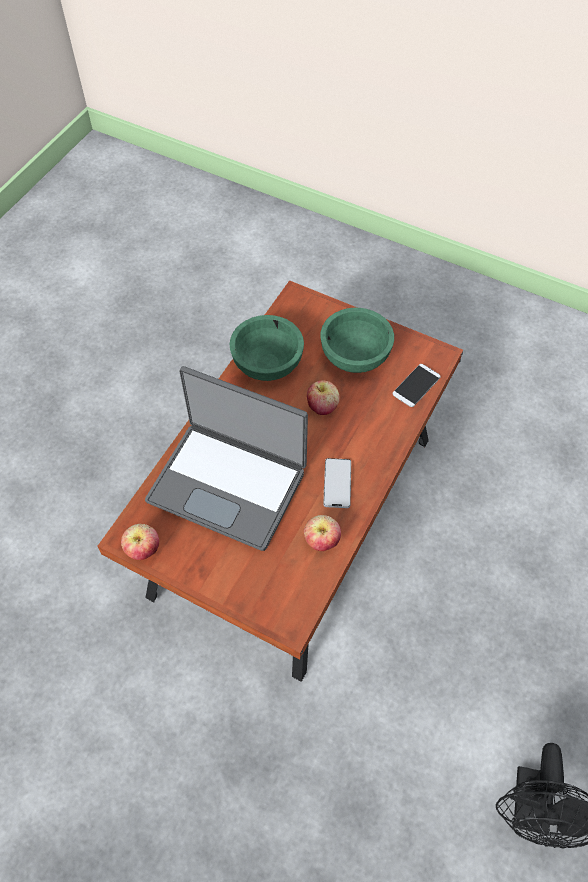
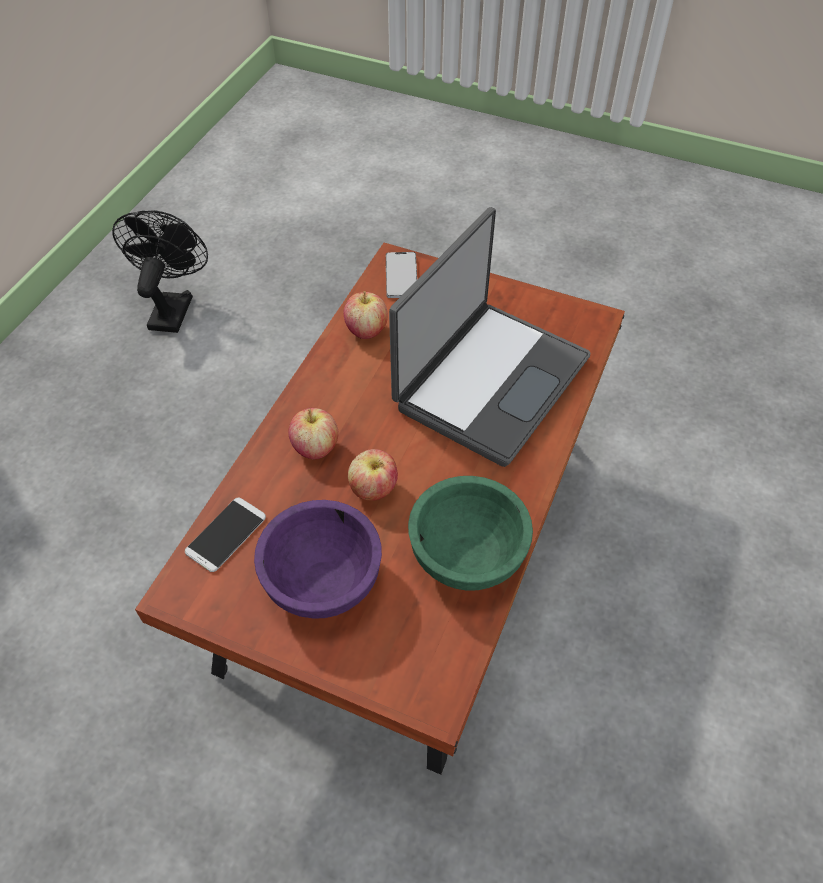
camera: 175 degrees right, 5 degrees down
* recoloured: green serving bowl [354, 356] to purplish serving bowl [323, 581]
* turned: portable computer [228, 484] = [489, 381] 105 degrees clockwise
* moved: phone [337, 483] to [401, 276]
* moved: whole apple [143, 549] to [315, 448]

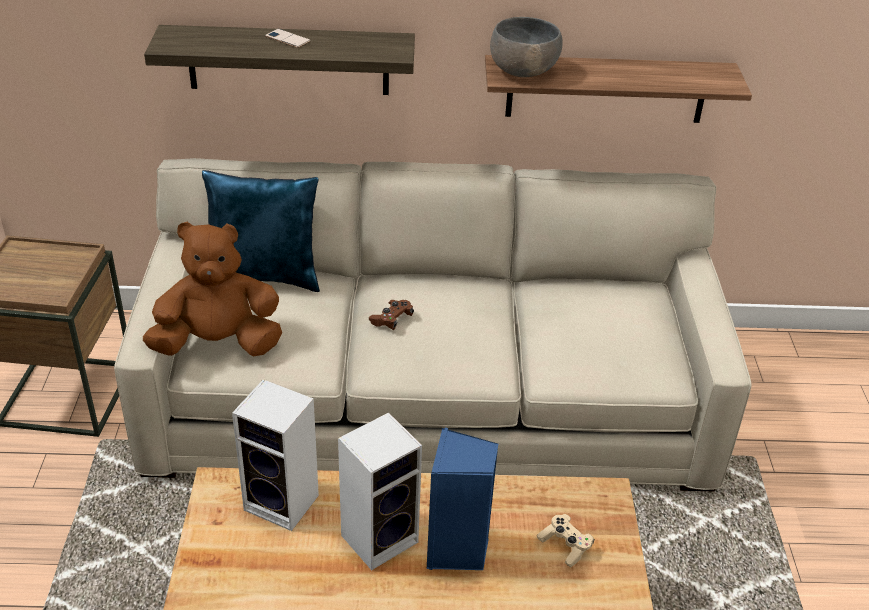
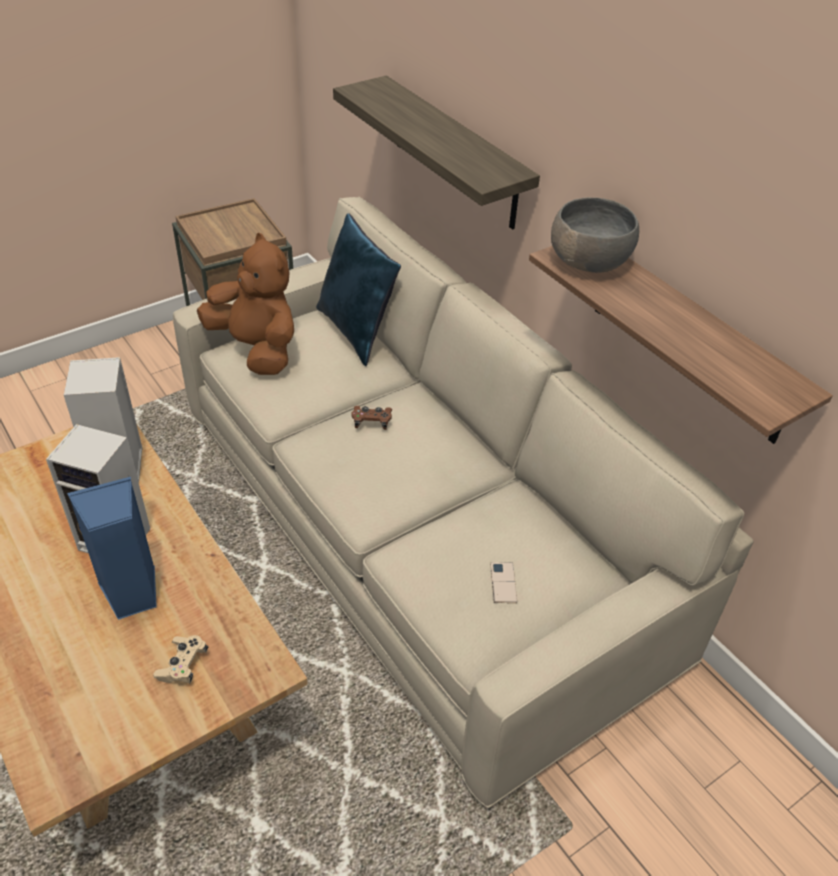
camera: 55 degrees right, 5 degrees up
* moved: phone [287, 39] to [503, 583]

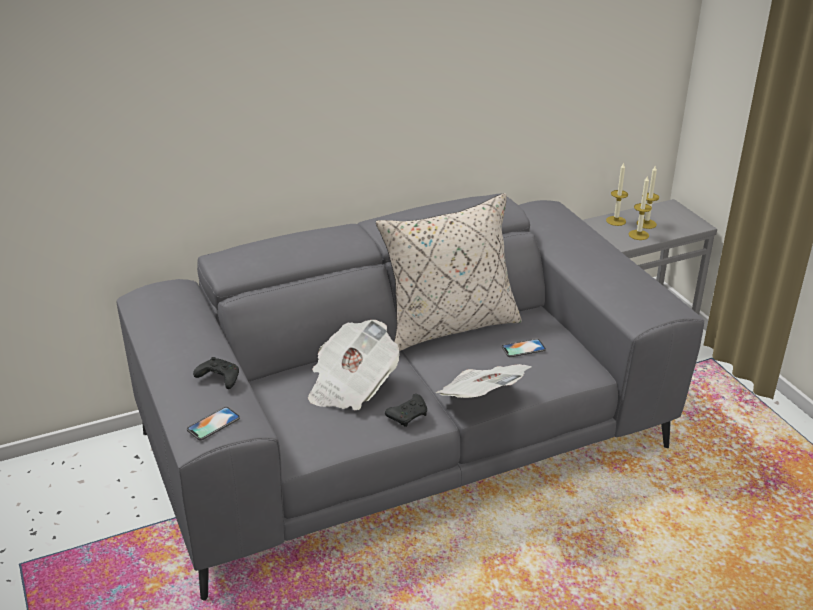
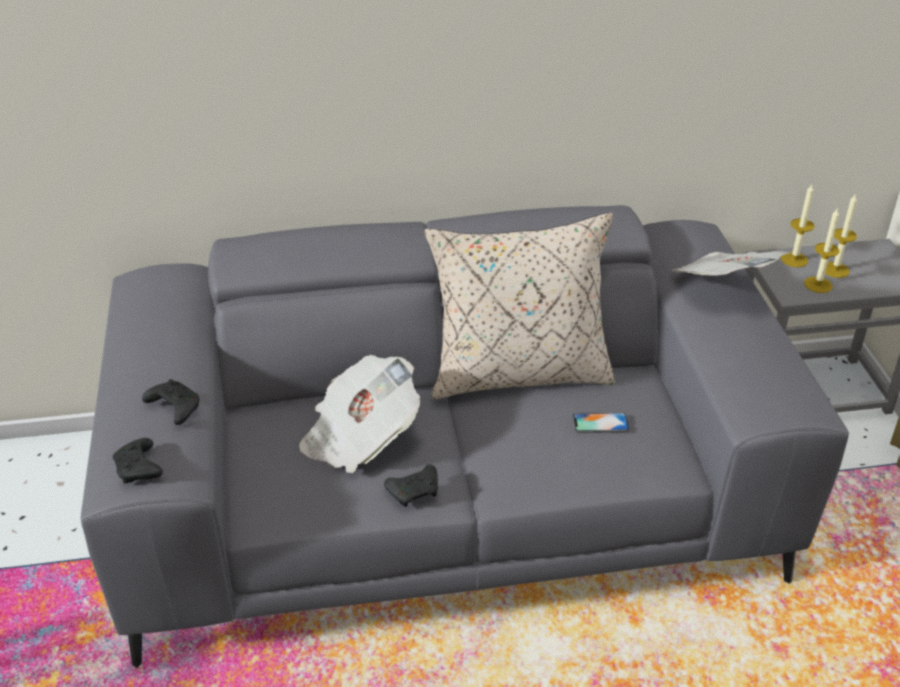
camera: 15 degrees right, 5 degrees up
* moved: printed paper [481, 399] to [725, 286]
* replaced: phone [213, 424] to black-coloured game controller [139, 469]

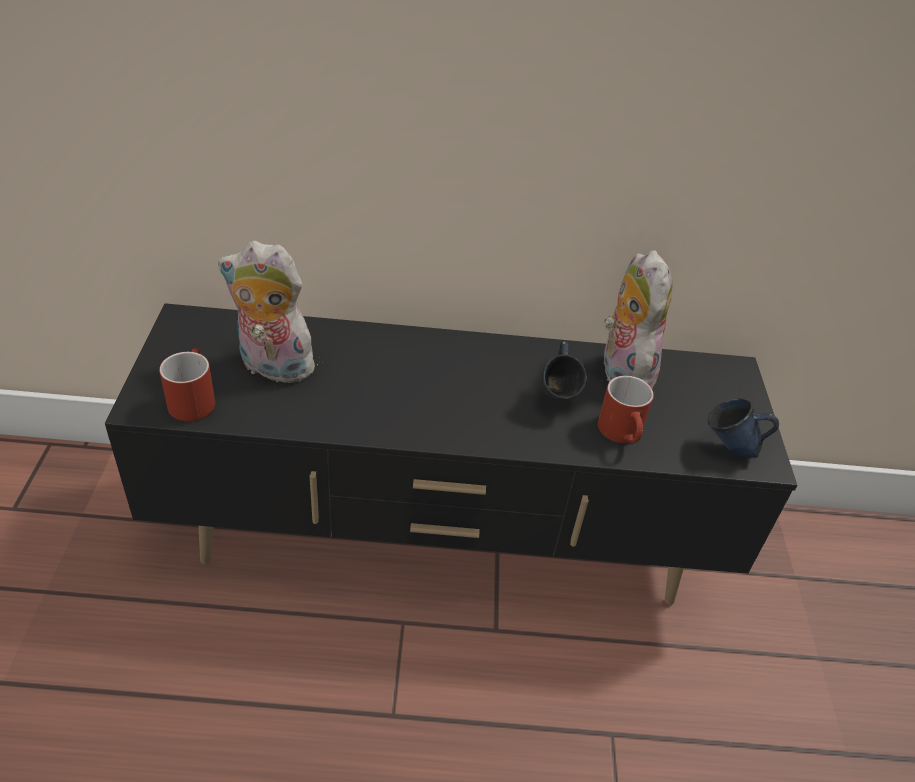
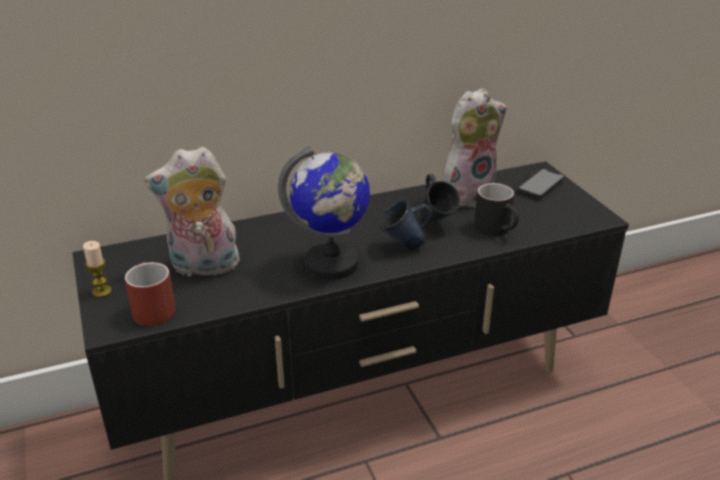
camera: 20 degrees left, 10 degrees down
* turned: soft toy [621, 372] = [466, 194] 90 degrees clockwise
* recoloured: red-coloured mug [624, 434] to black-coloured mug [497, 229]
* moved: blue mug [730, 451] to [404, 247]
* added: world globe [332, 264]
* added: phone [536, 185]
* added: wax light [102, 291]

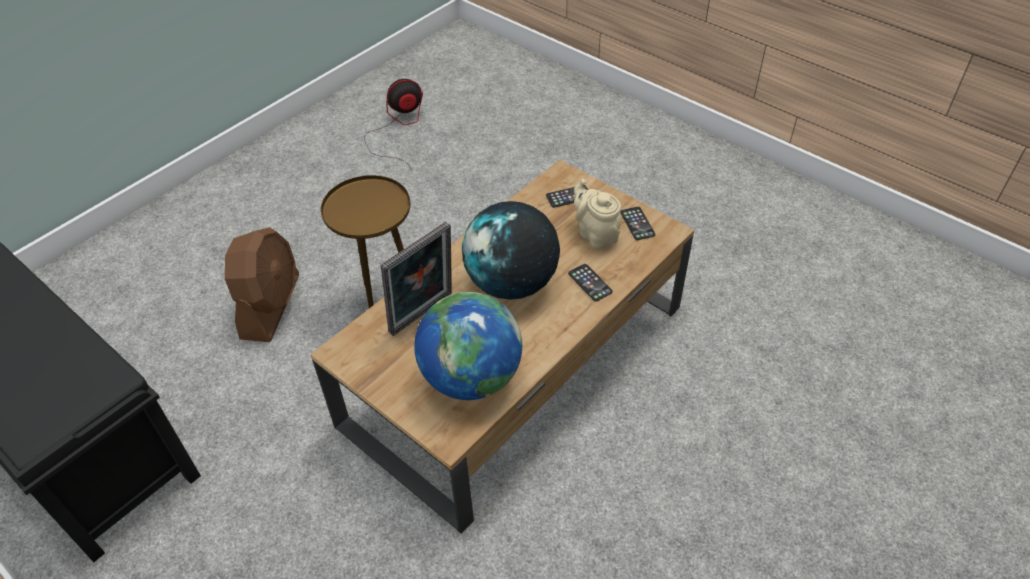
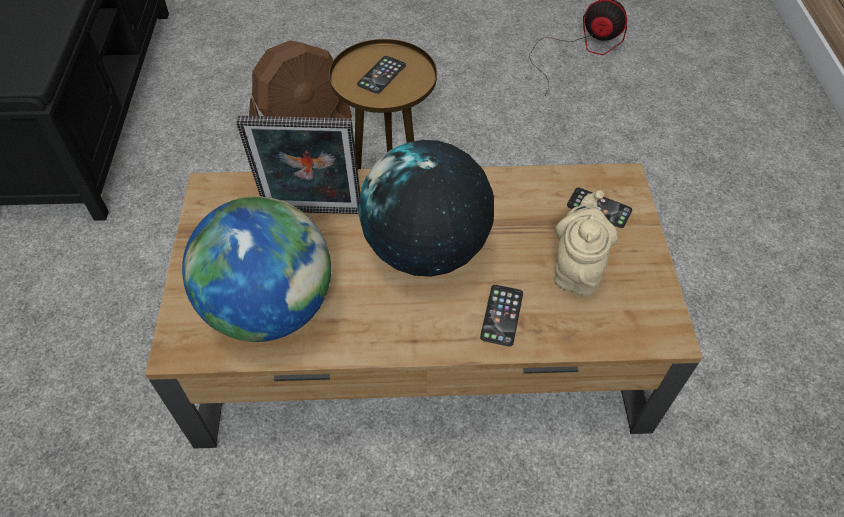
camera: 45 degrees right, 5 degrees up
* moved: phone [637, 223] to [381, 75]

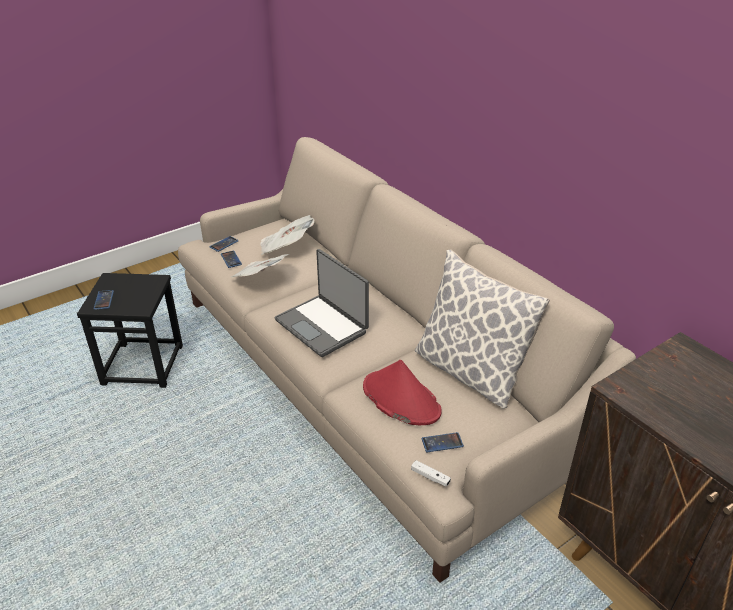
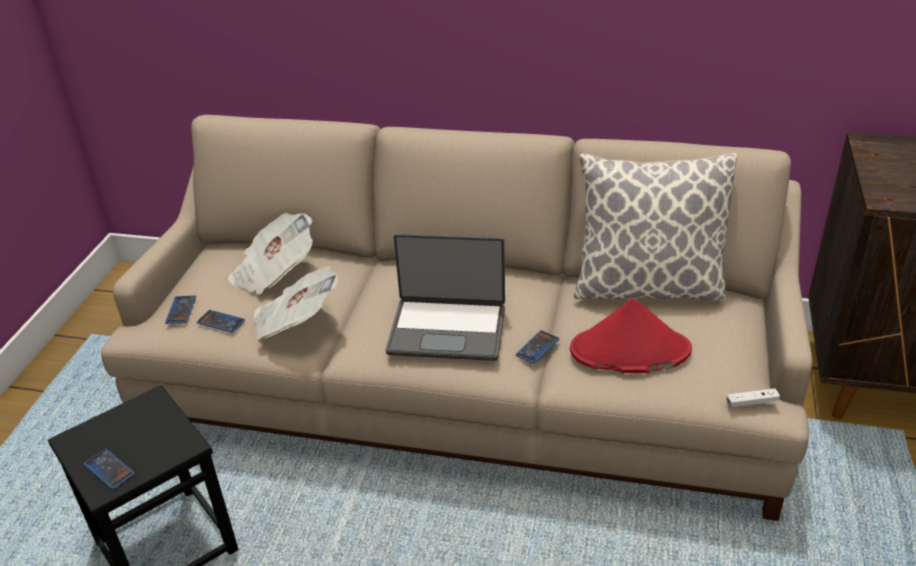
camera: 40 degrees left, 0 degrees up
* moved: phone [442, 443] to [537, 347]

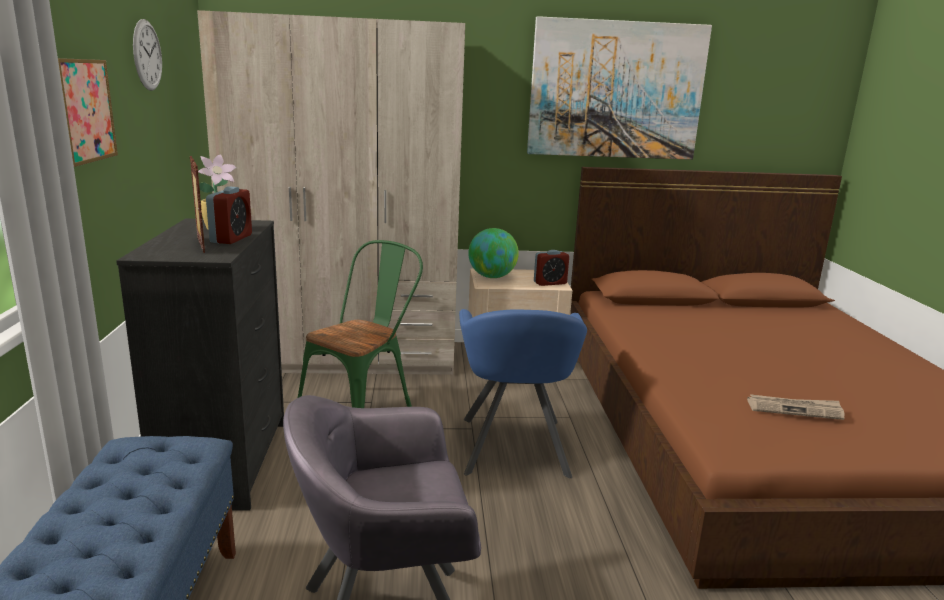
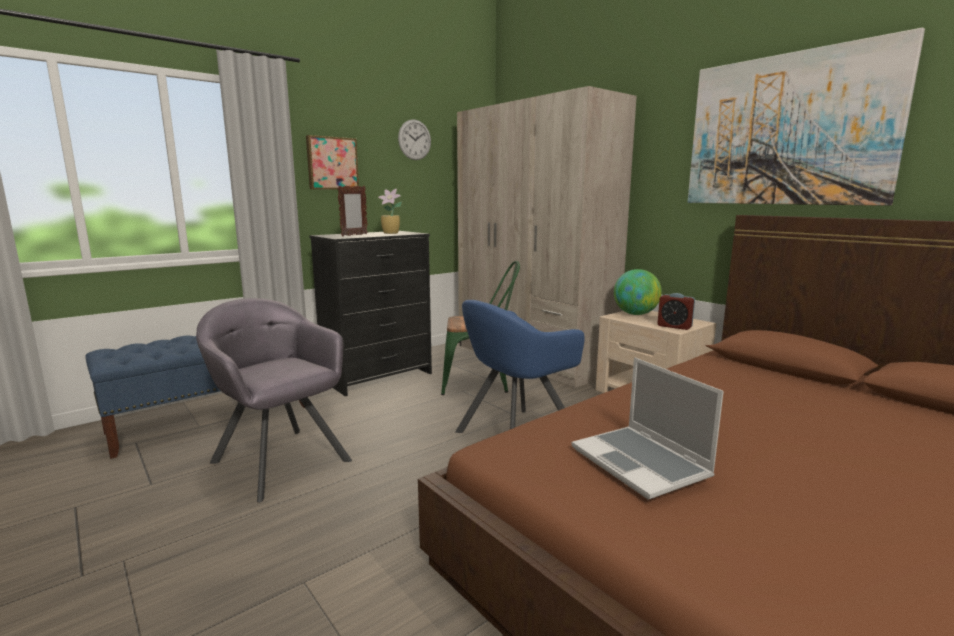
camera: 55 degrees right, 5 degrees down
* removed: table clock [231, 239]
* replaced: printed paper [795, 409] to portable computer [641, 463]

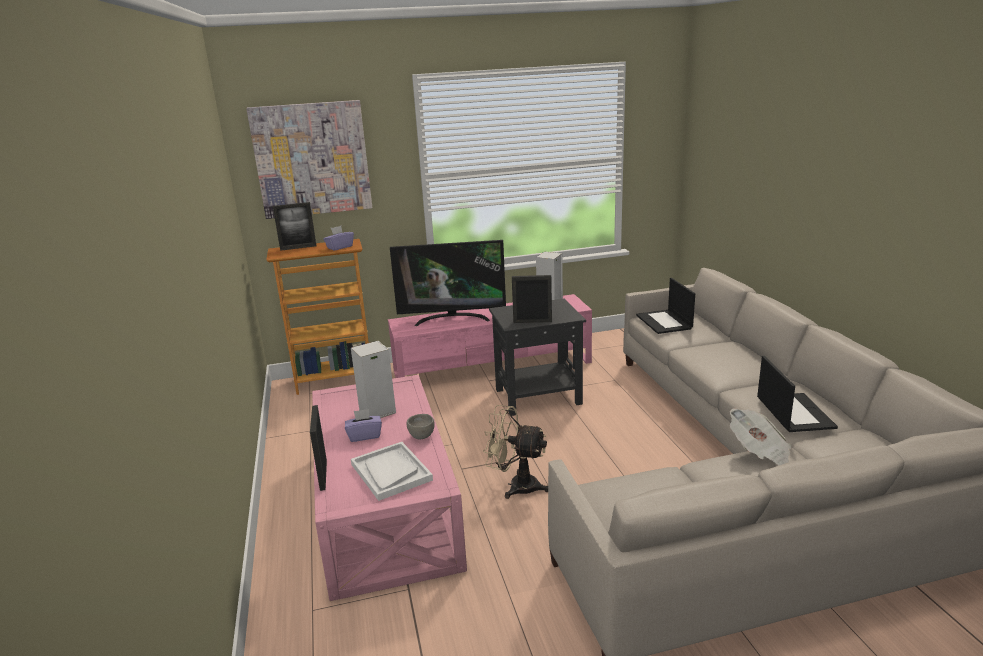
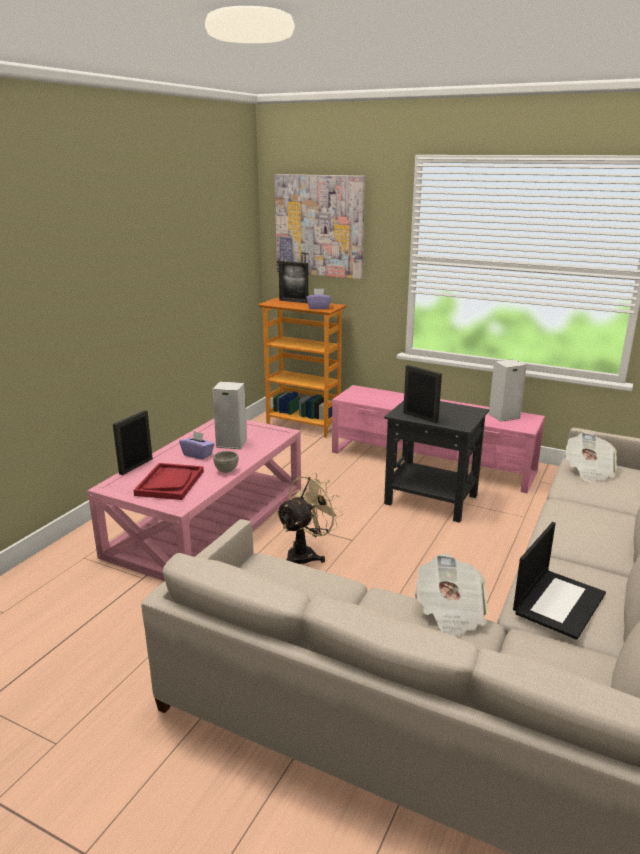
camera: 40 degrees right, 0 degrees up
* removed: TV set [452, 318]
* replaced: portable computer [664, 322] to printed paper [588, 470]
* turned: beige cooling fan [516, 486] = [306, 554] 75 degrees clockwise
* recoloured: whitish tray [391, 472] to red-coloured tray [170, 483]

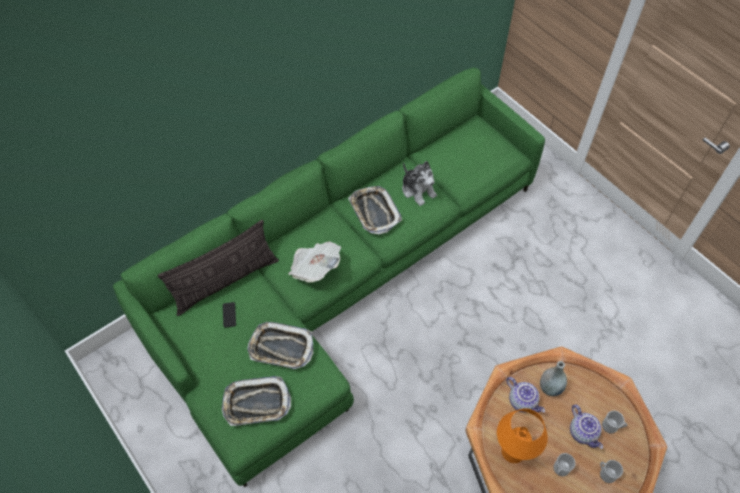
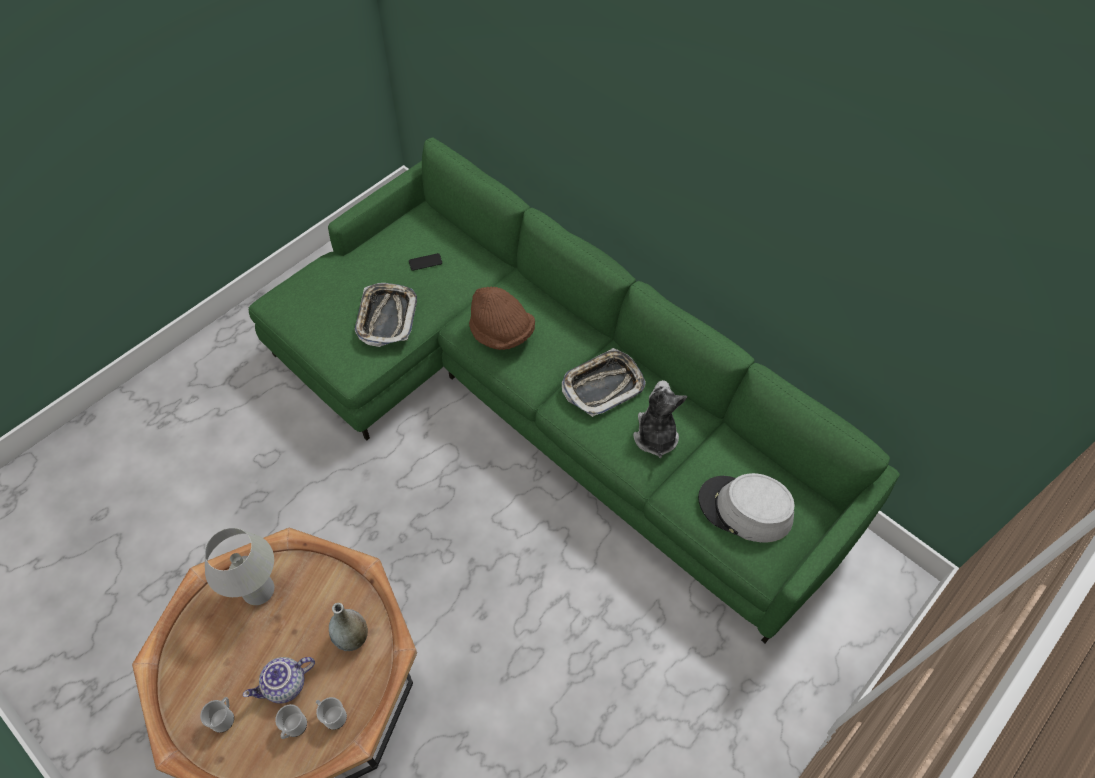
camera: 80 degrees right, 0 degrees up
* turned: soft toy [418, 190] = [655, 435] 135 degrees clockwise
* removed: throw pillow [225, 282]
* replaced: printed paper [314, 268] to brown-coloured hat [501, 332]
* removed: tray [256, 403]
* removed: teapot [523, 401]
* recoloured: orange-coloured lamp for a table [513, 452] to whitish lamp for a table [259, 590]
* moved: mug [560, 469] to [333, 716]
* added: grey hat [745, 509]

